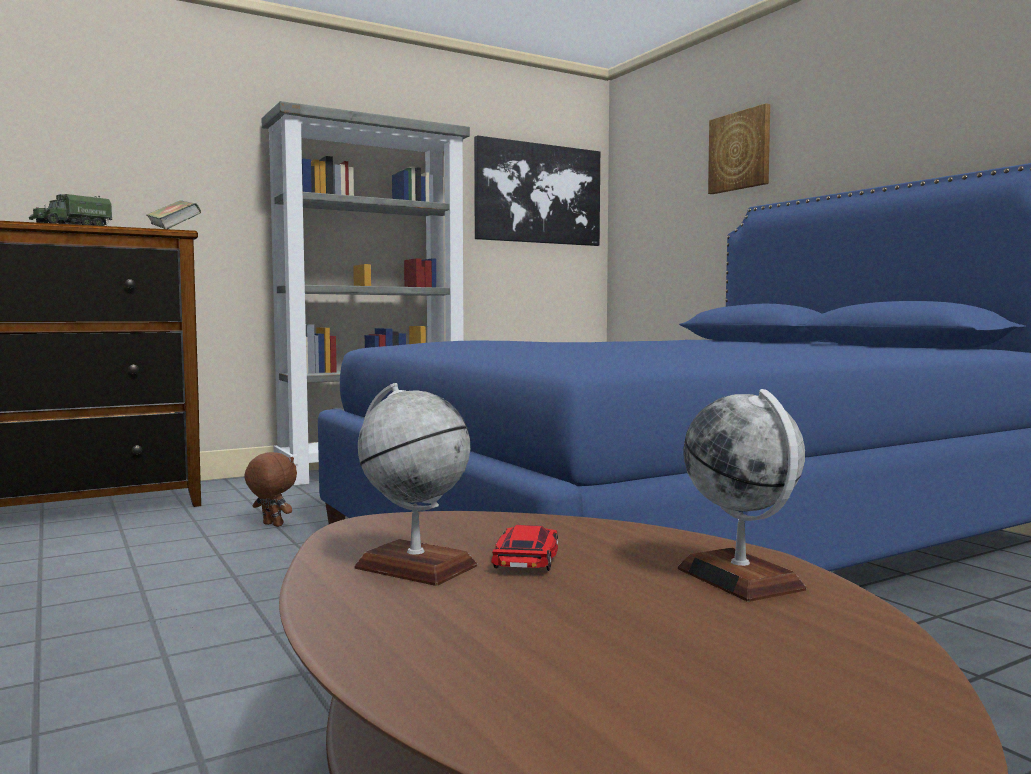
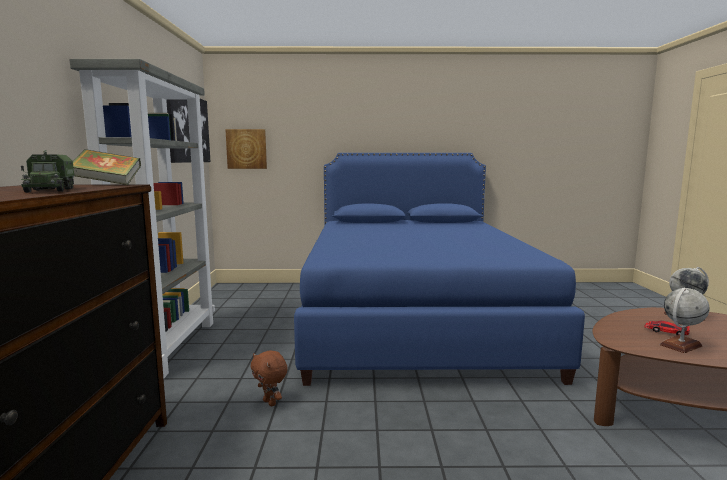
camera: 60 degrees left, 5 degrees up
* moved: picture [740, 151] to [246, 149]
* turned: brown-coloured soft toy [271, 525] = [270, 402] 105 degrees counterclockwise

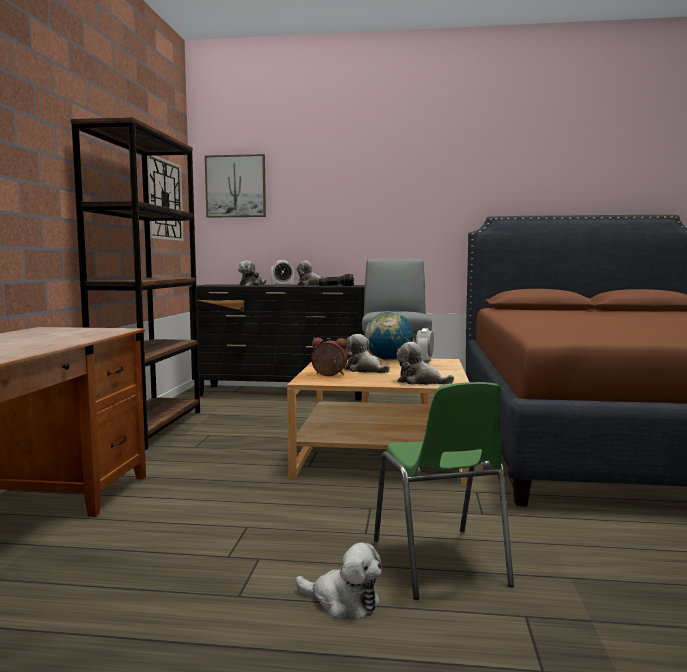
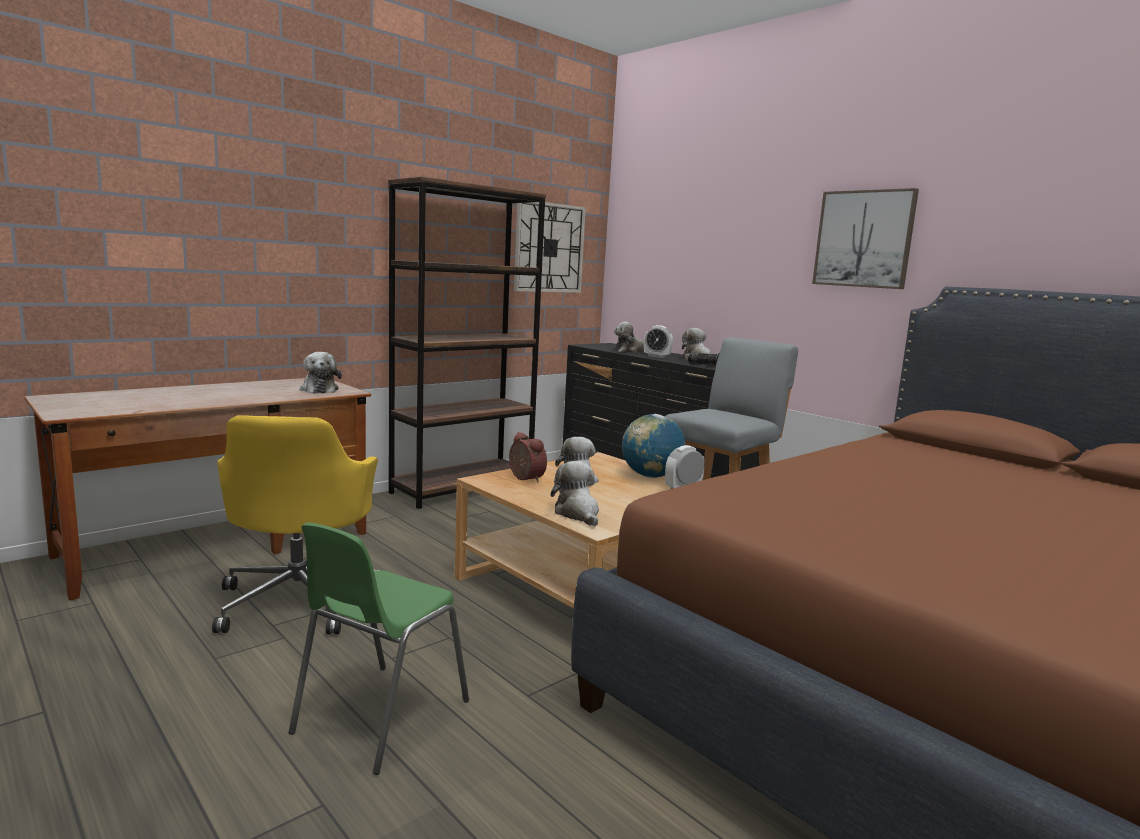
camera: 40 degrees right, 5 degrees up
* moved: picture [236, 186] to [864, 239]
* moved: soft toy [343, 602] to [319, 389]
* added: yellowish computer chair [300, 599]

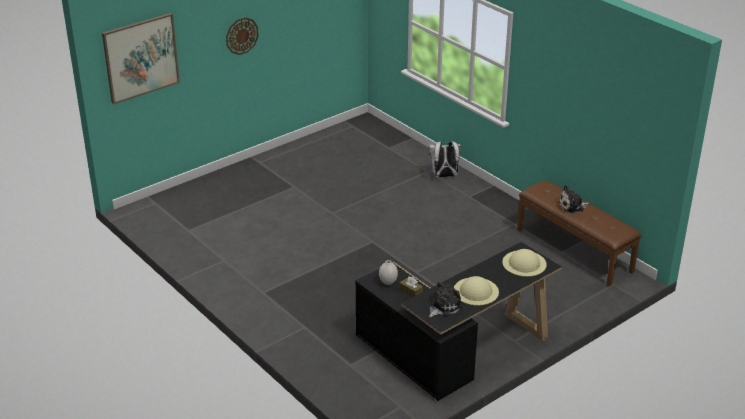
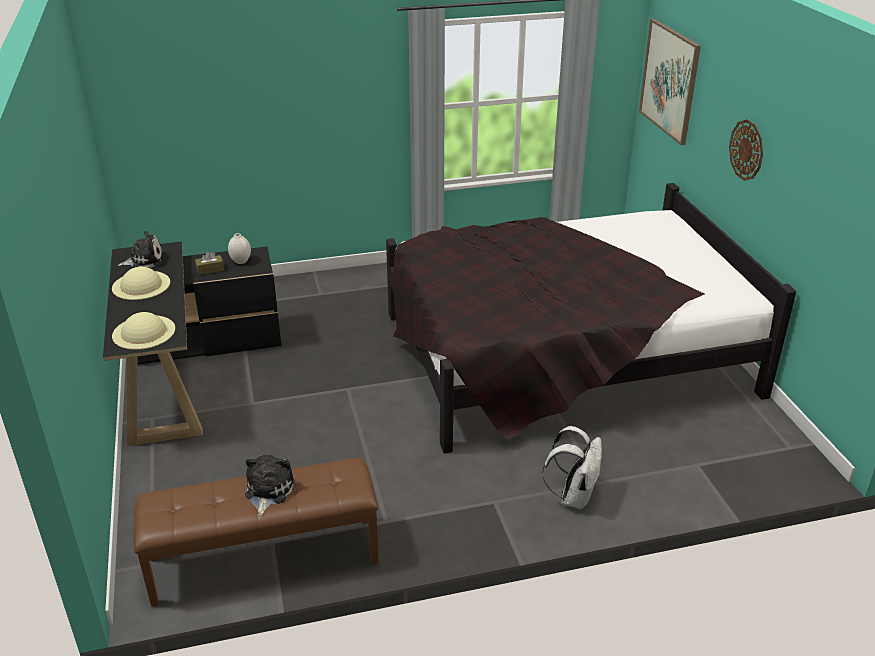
camera: 115 degrees right, 0 degrees up
* turned: soft toy [443, 306] = [144, 260] 90 degrees counterclockwise
* added: black-coloured bed [564, 355]

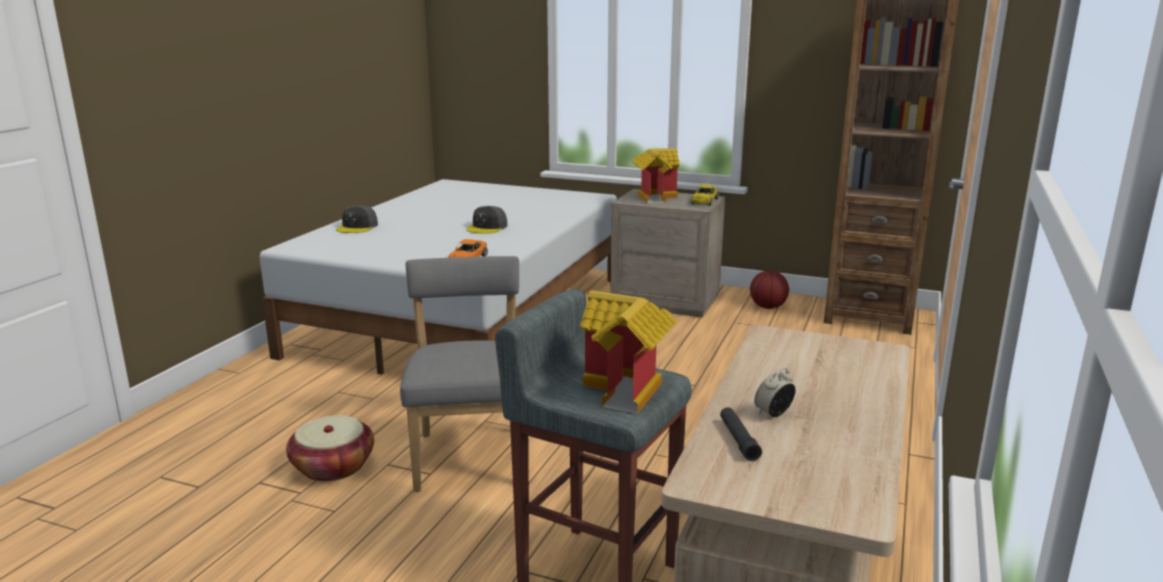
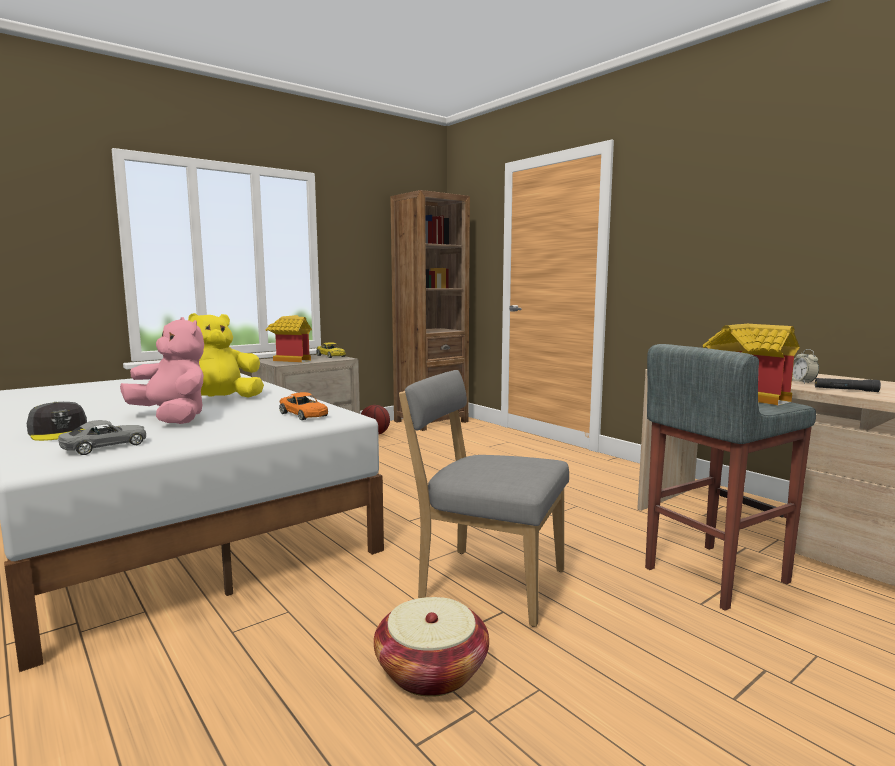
camera: 60 degrees left, 10 degrees down
* replaced: grey baseball cap [487, 227] to yellowish soft toy [219, 400]
* added: pink soft toy [172, 418]
* added: grey toy car [105, 447]

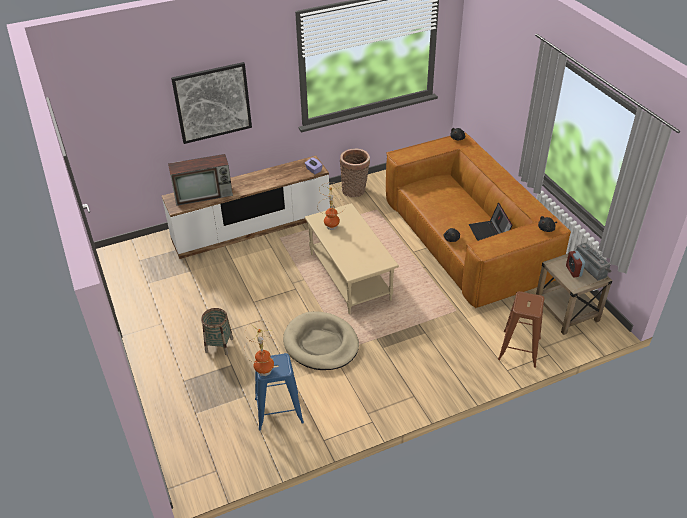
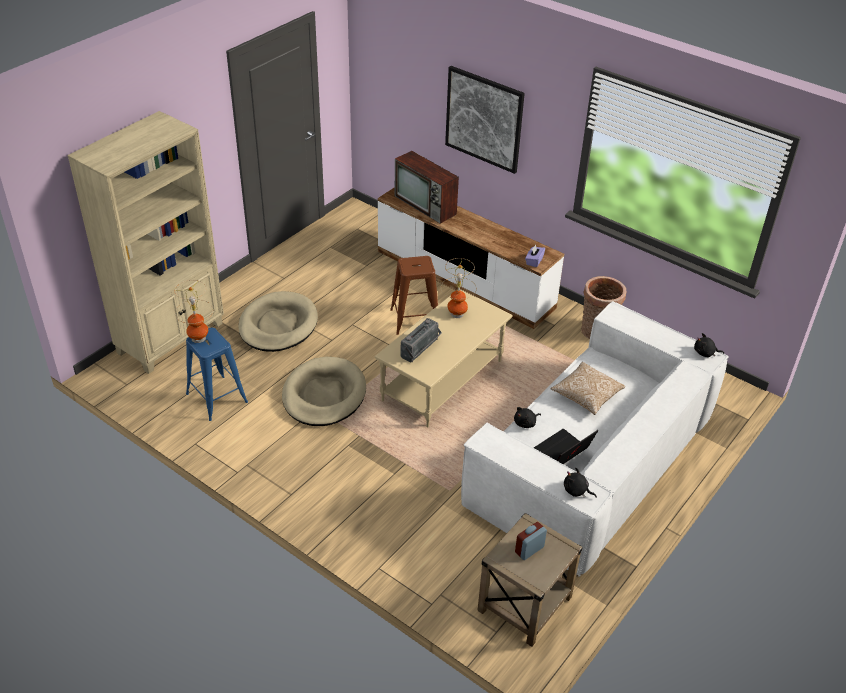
camera: 60 degrees right, 0 degrees up
* recoloured: brown-coloured settee [466, 240] to whitish settee [590, 462]
* moved: radio set [591, 267] to [421, 349]
* moved: brown-coloured stool [519, 349] to [414, 320]
* replaced: storage basket [219, 345] to beige pet bed [278, 325]
* added: beige shelving unit [172, 338]
* added: throw pillow [586, 395]

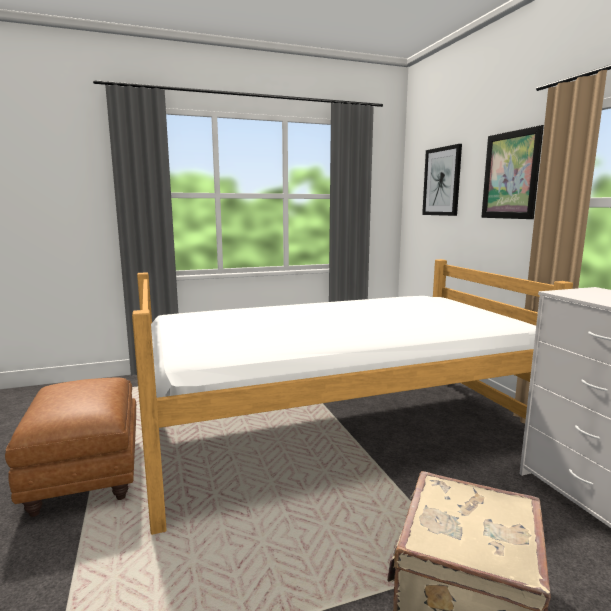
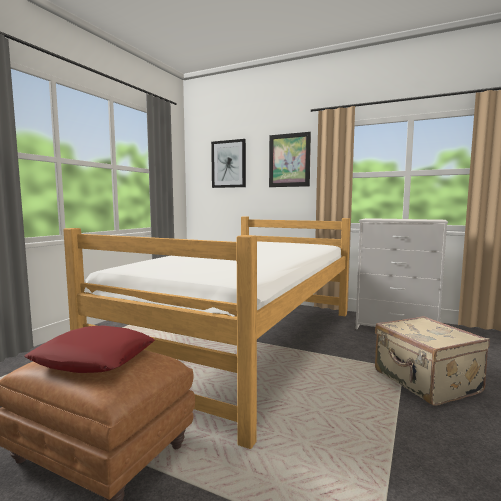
camera: 45 degrees left, 5 degrees down
* added: red-coloured throw pillow [93, 359]

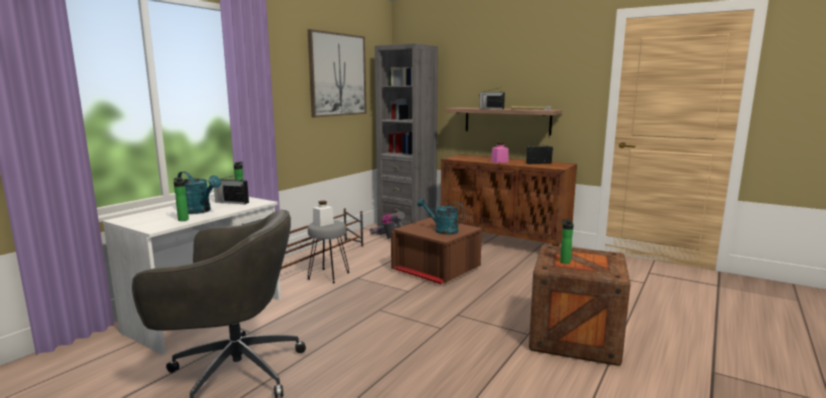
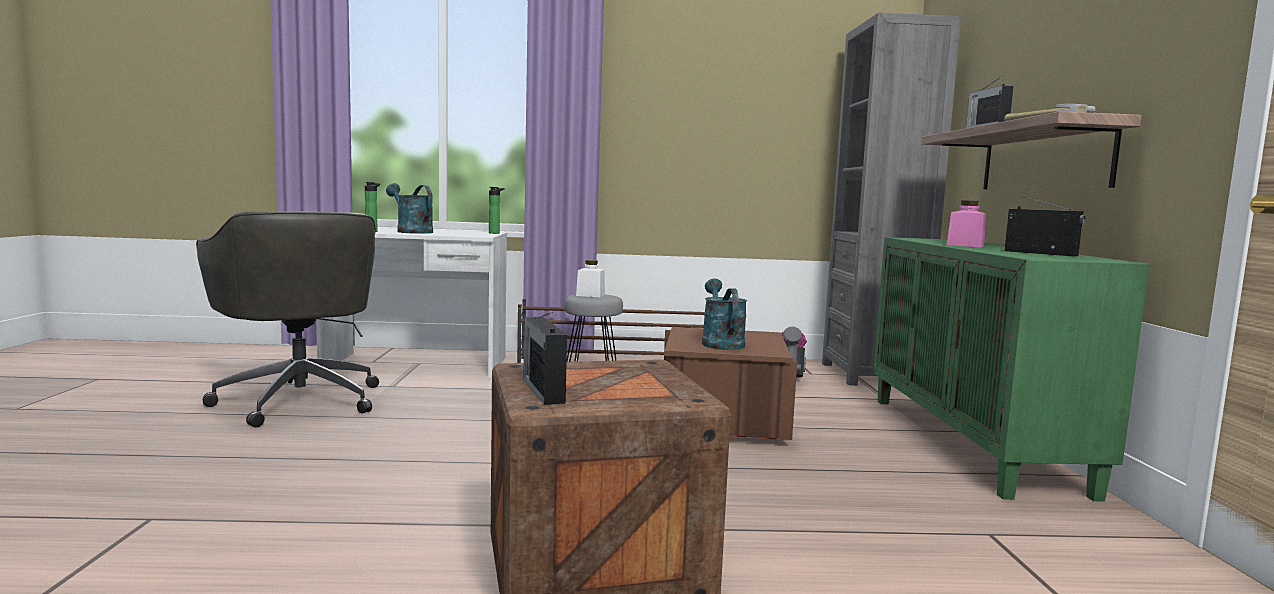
camera: 55 degrees right, 5 degrees down
* removed: picture [338, 75]
* recoloured: brown-coloured cupboard [504, 242] to green cupboard [972, 443]
* turned: turquoise-coloured watering can [199, 211] = [411, 232] 135 degrees clockwise
* moved: radio set [231, 202] to [543, 389]
* removed: beverage bottle [564, 261]

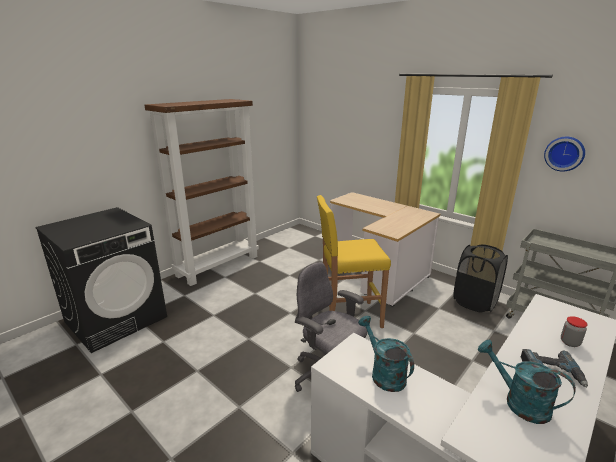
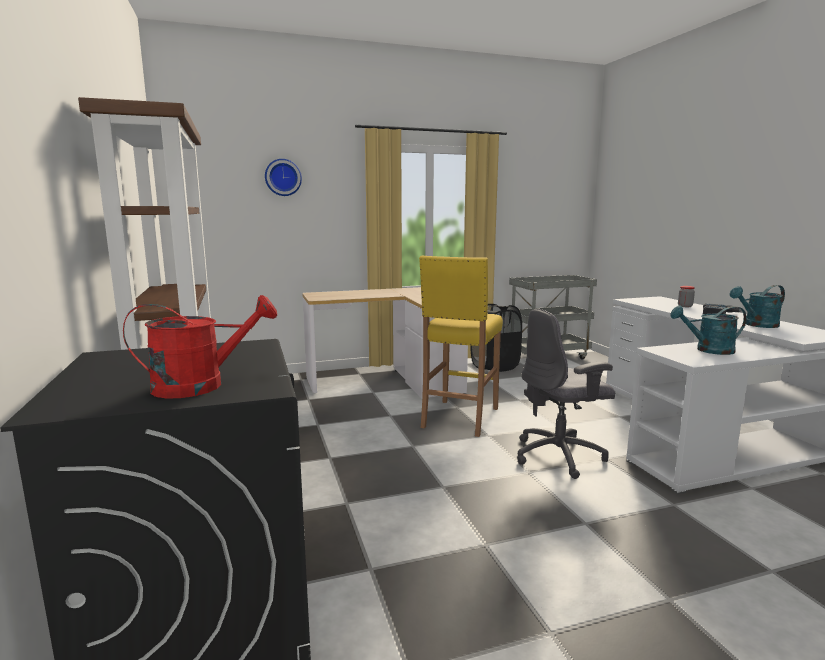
camera: 60 degrees left, 10 degrees down
* moved: clock on the wall [564, 153] to [283, 177]
* added: red-coloured watering can [201, 385]

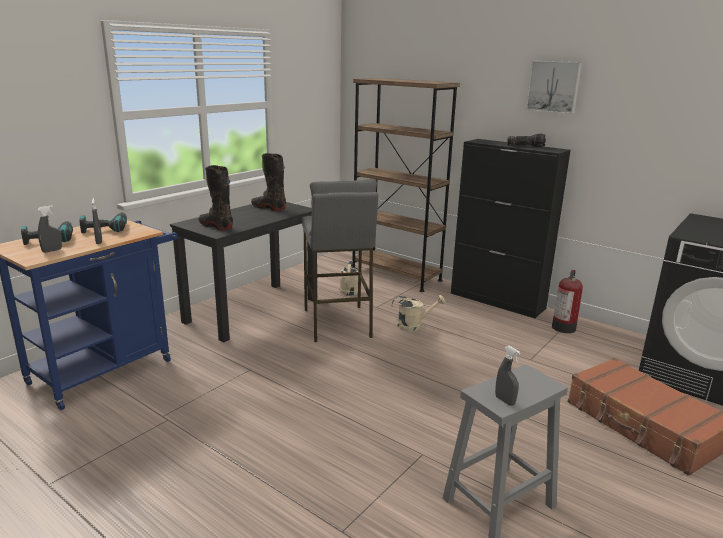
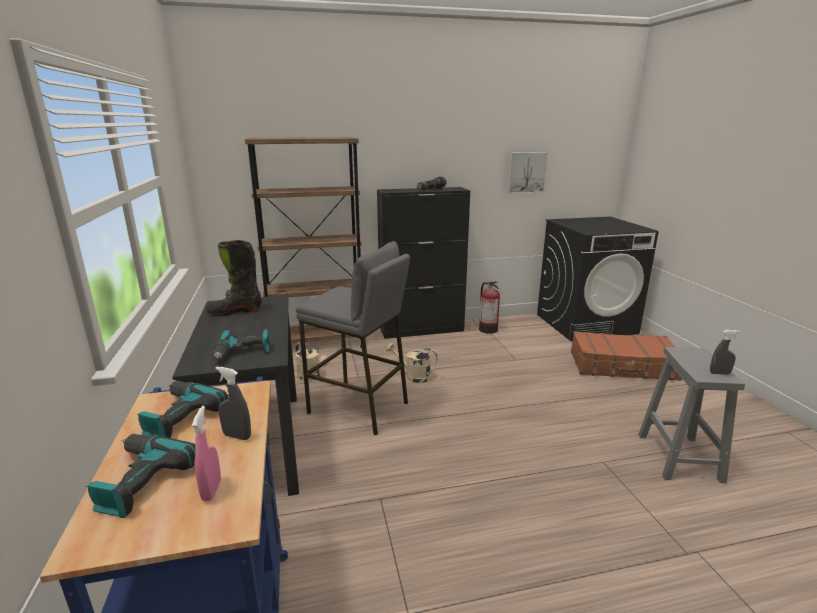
camera: 50 degrees left, 0 degrees up
* moved: picture [553, 87] to [526, 172]
* replaced: black-coloured tall boot [216, 226] to power drill [242, 352]
* recoloured: grey sprayer [52, 250] to pink sprayer [211, 490]
* turned: beige watering can [414, 325] = [413, 376] 105 degrees counterclockwise

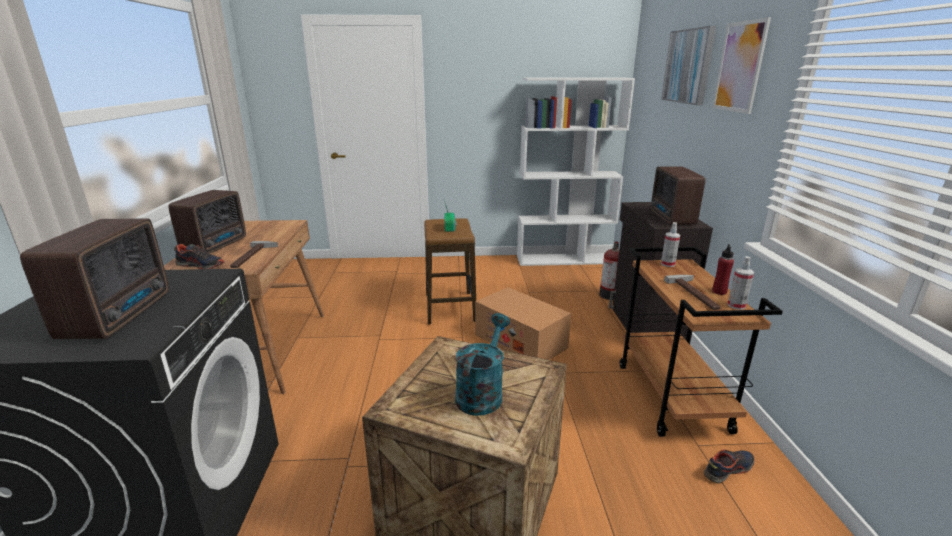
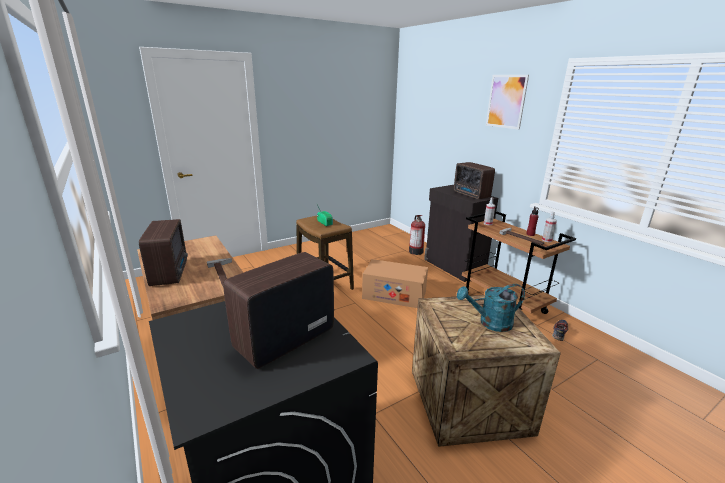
camera: 30 degrees left, 0 degrees up
* removed: picture [688, 66]
* removed: whitish shelving unit [564, 259]
* turned: radio set [121, 314] = [282, 340] 105 degrees counterclockwise
* removed: item of footwear [201, 265]
* turned: turquoise-coloured watering can [482, 392] = [490, 323] 90 degrees counterclockwise

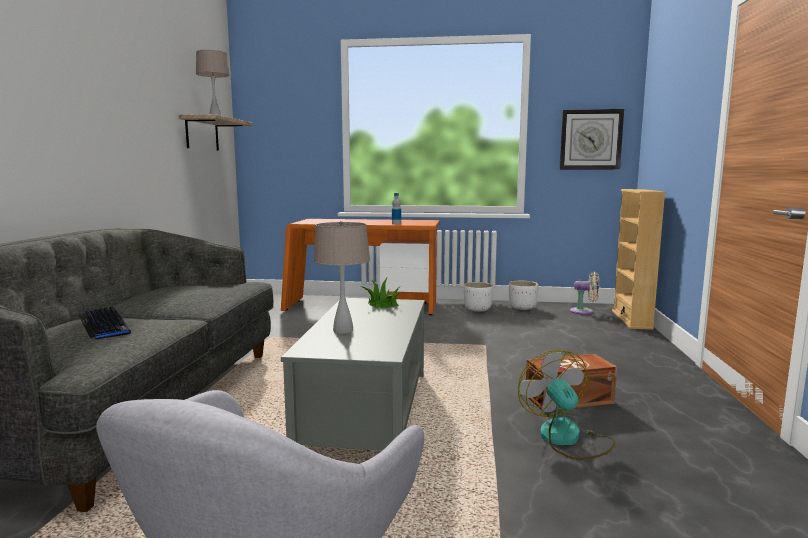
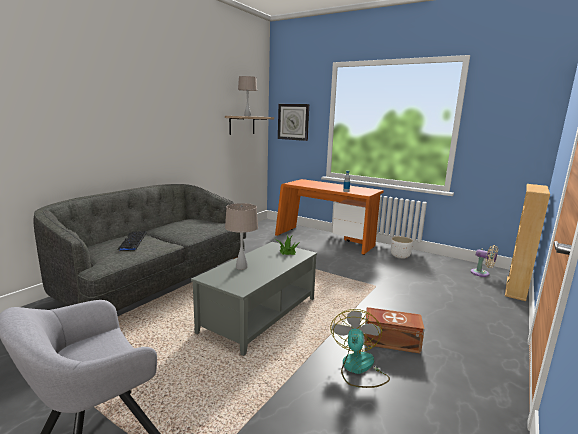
camera: 25 degrees right, 5 degrees up
* moved: clock on the wall [590, 139] to [293, 122]
* removed: whitish planter [522, 308]

